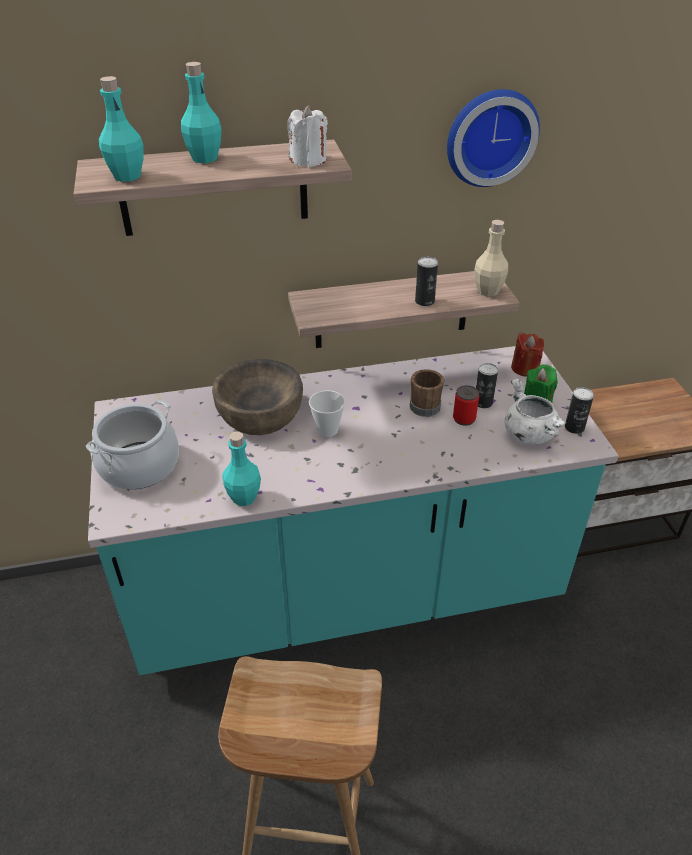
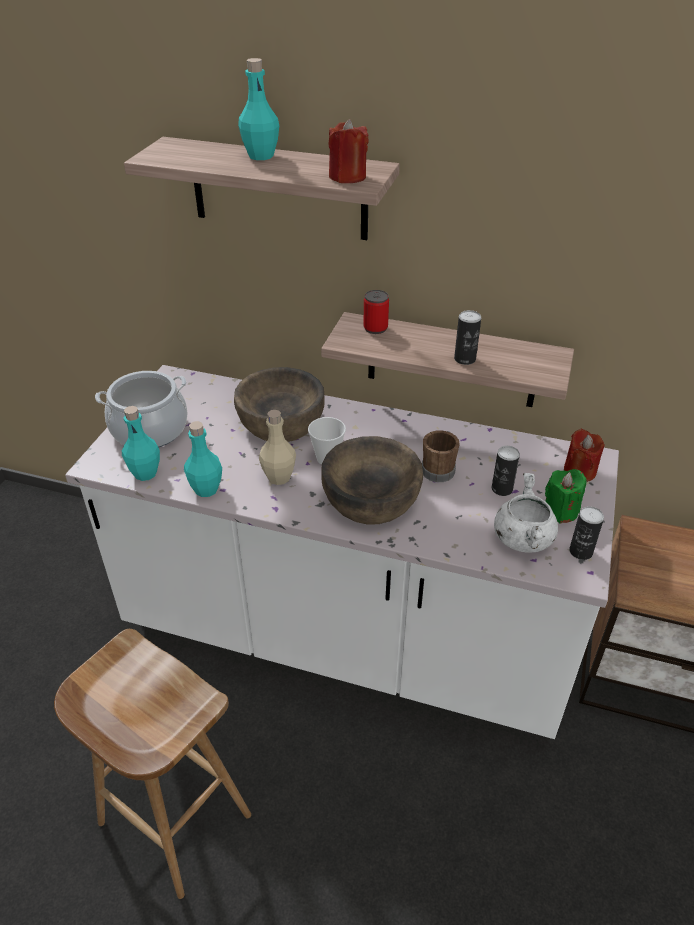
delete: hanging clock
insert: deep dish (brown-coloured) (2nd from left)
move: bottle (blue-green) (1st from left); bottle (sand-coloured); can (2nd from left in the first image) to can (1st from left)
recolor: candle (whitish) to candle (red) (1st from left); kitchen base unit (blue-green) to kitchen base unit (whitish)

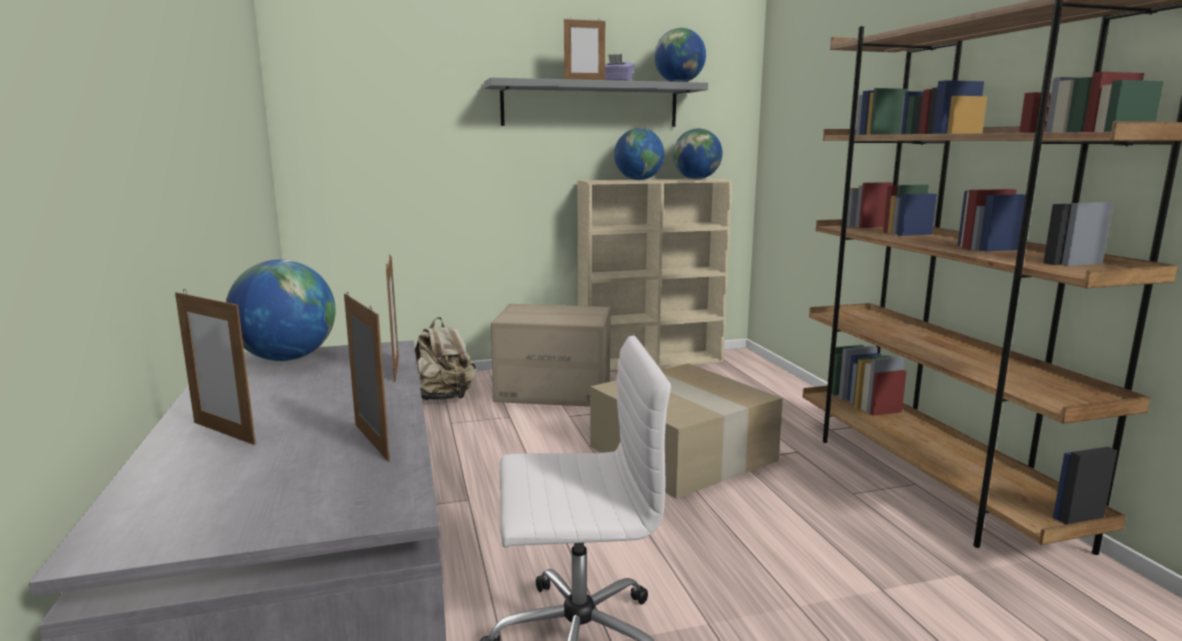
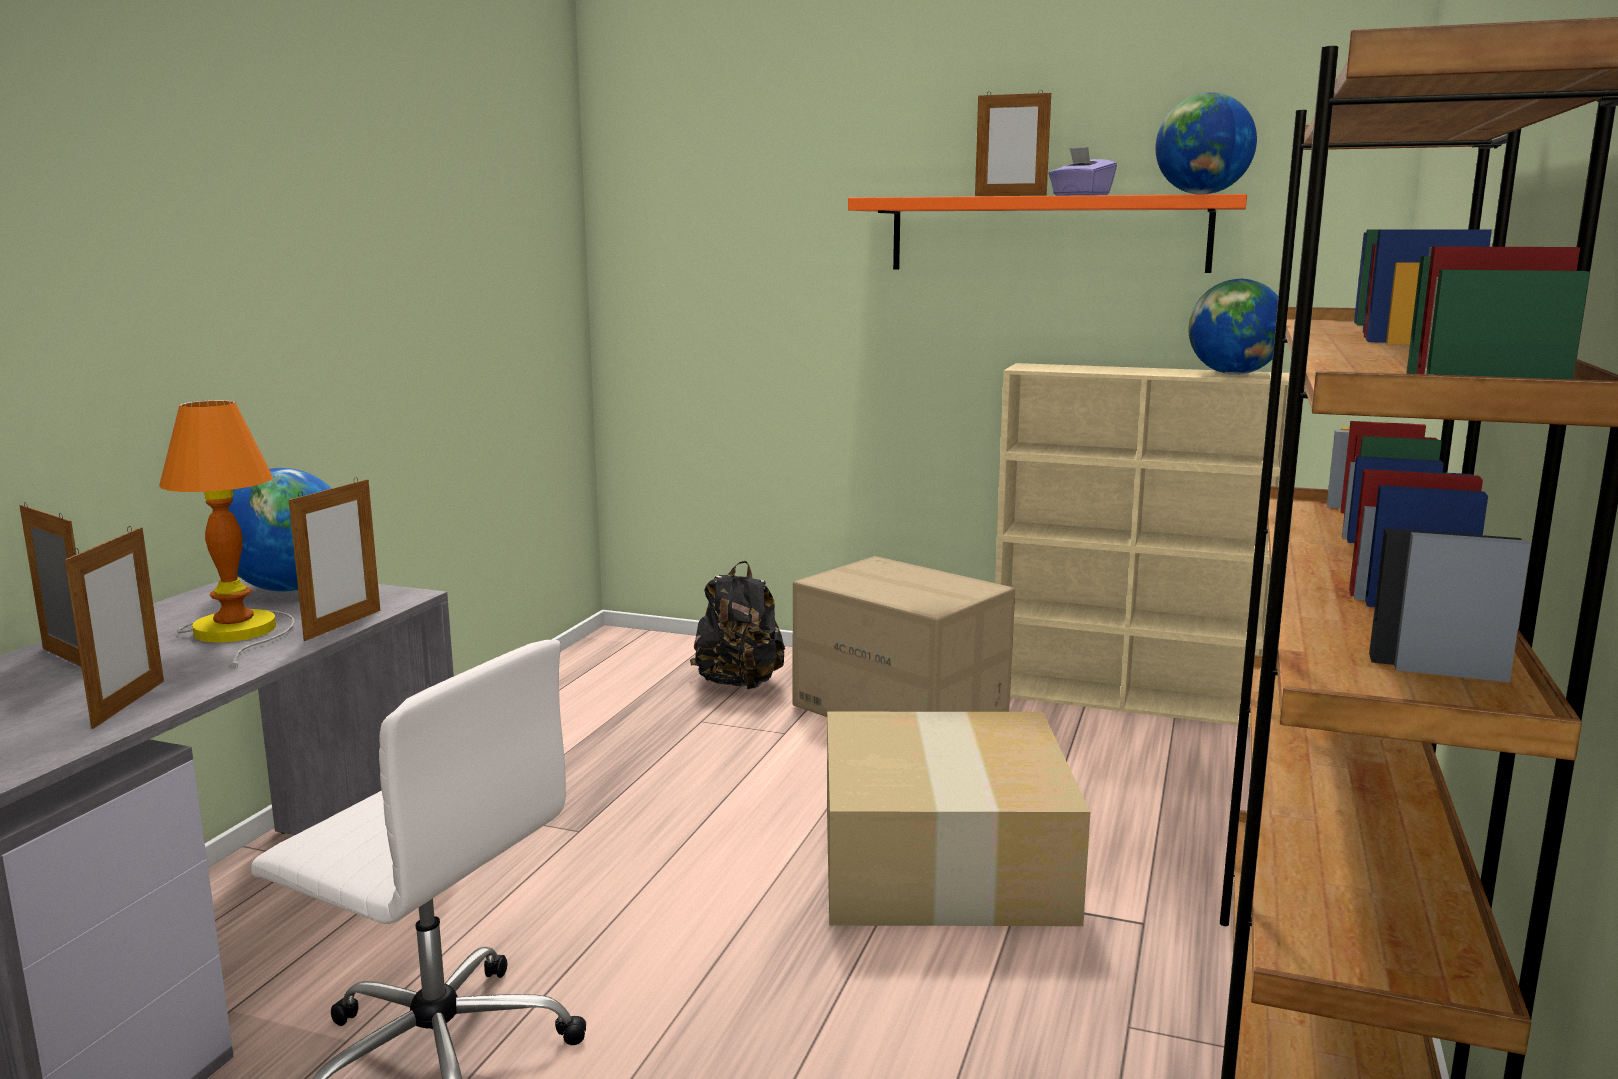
delete: world globe (2nd from left)
insert: lamp for a table
recolor: wall shelf (grey) to wall shelf (orange); rucksack (sand-coloured) to rucksack (black)
rotate: picture frame (1st from left) 150 degrees clockwise

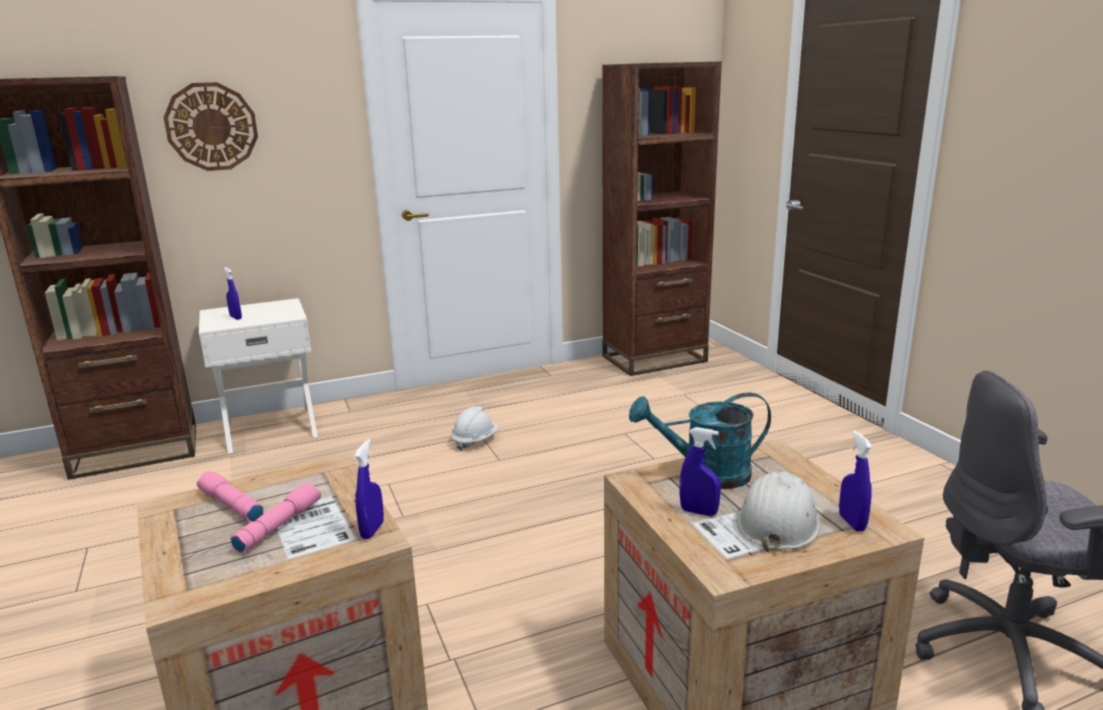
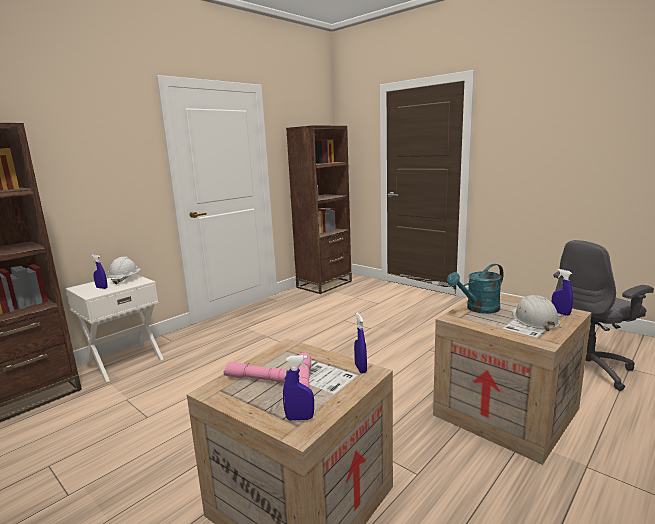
delete: hanging clock
move: safety helmet (whitish) (1st from left); sprayer (blue-coloured) (3rd from left in the first image) to sprayer (blue-coloured) (2nd from left)

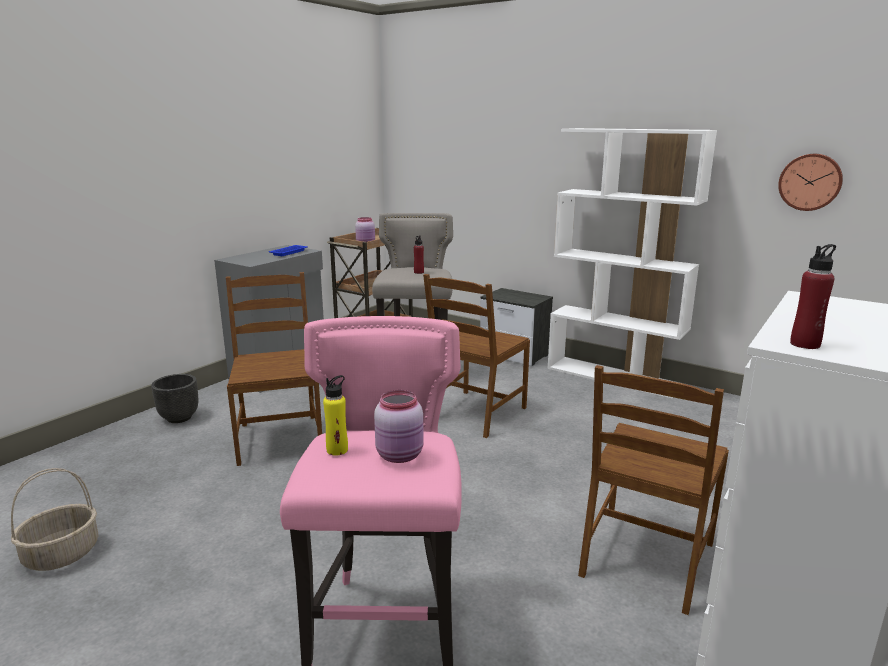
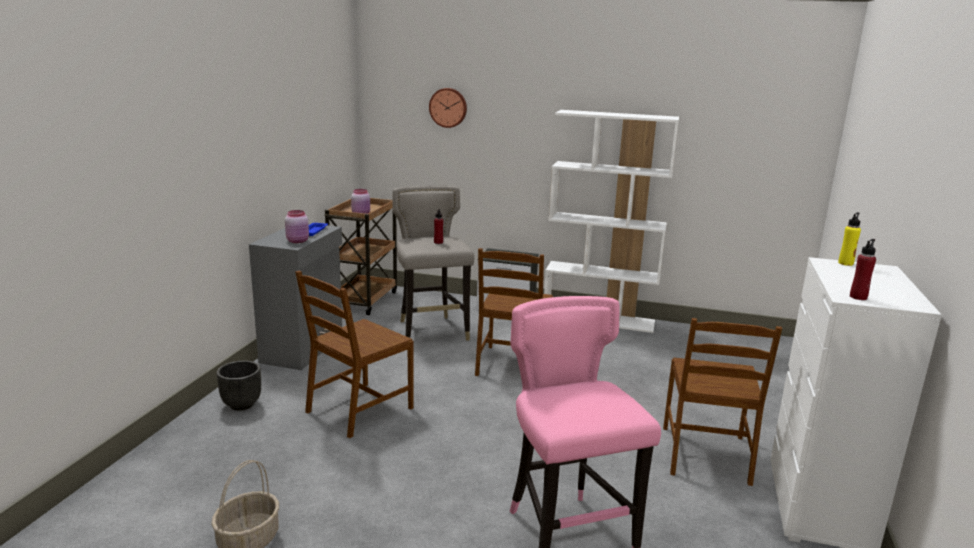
move: hanging clock; bottle (yellowish); storage jar (pinkish) (2nd from left in the first image) to storage jar (pinkish) (1st from left)
rotate: upright chair (brown-coloured) (1st from left) 105 degrees counterclockwise

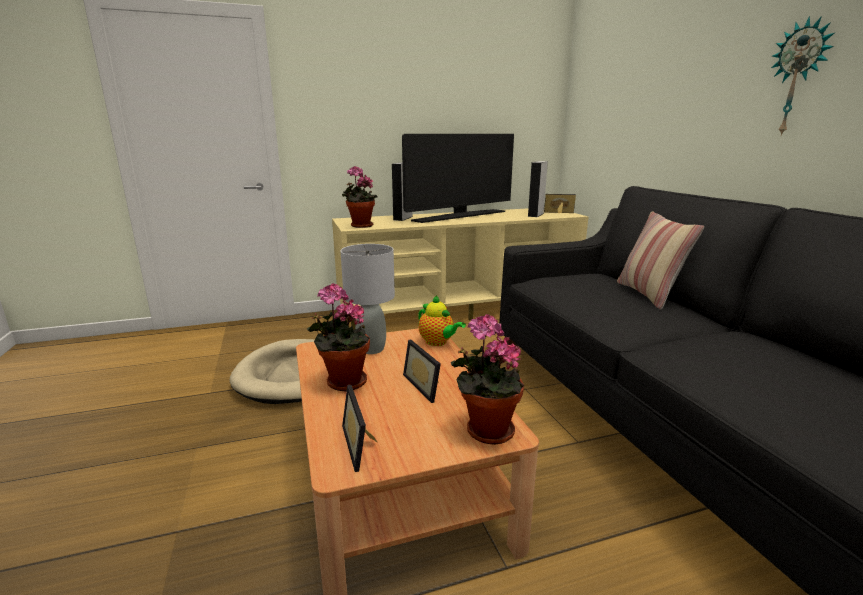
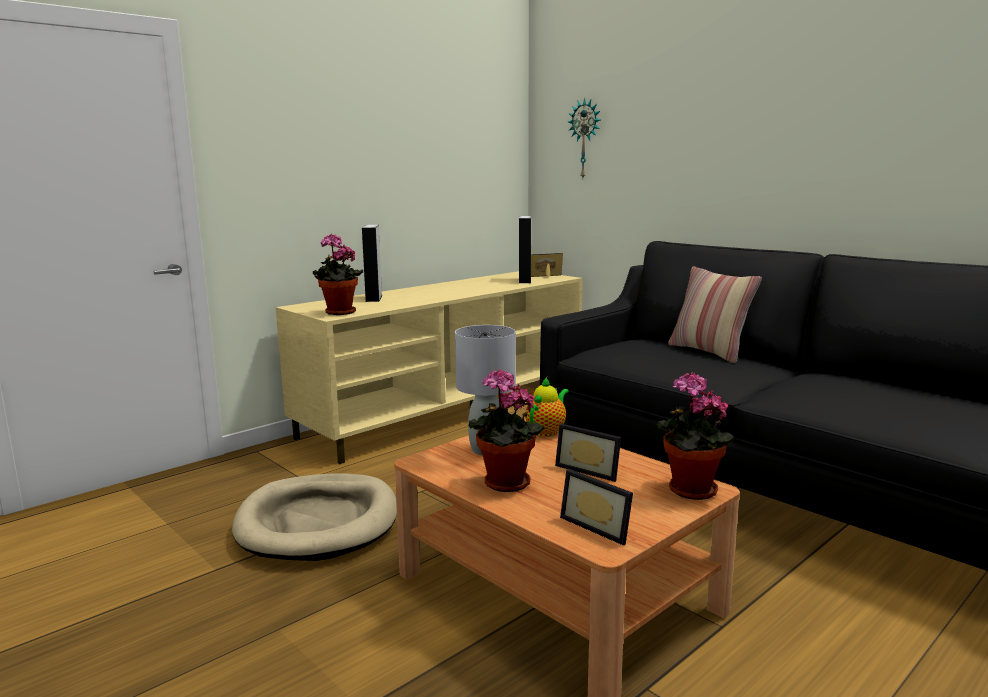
delete: TV
move: hanging clock
rotate: tea pot 75 degrees counterclockwise

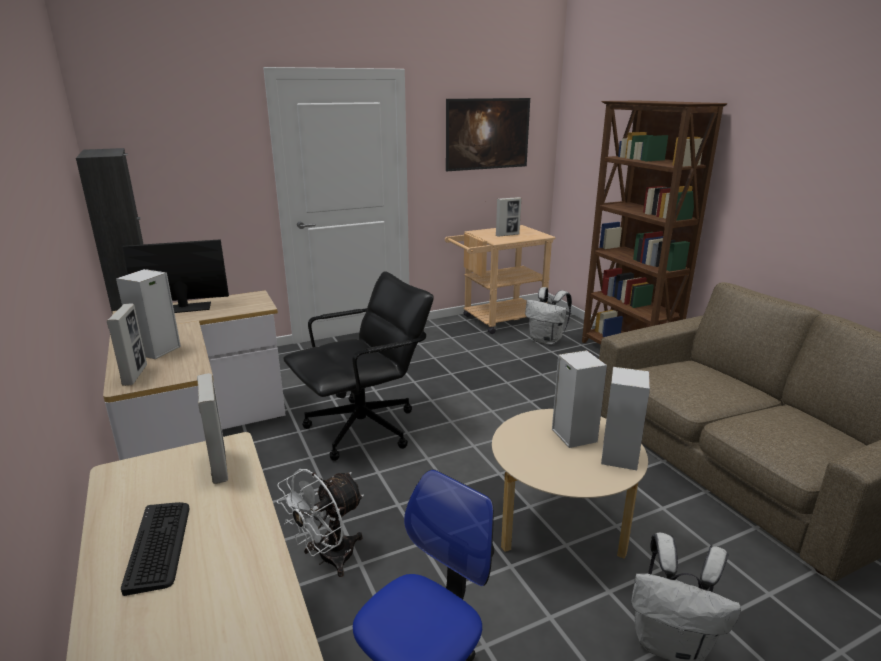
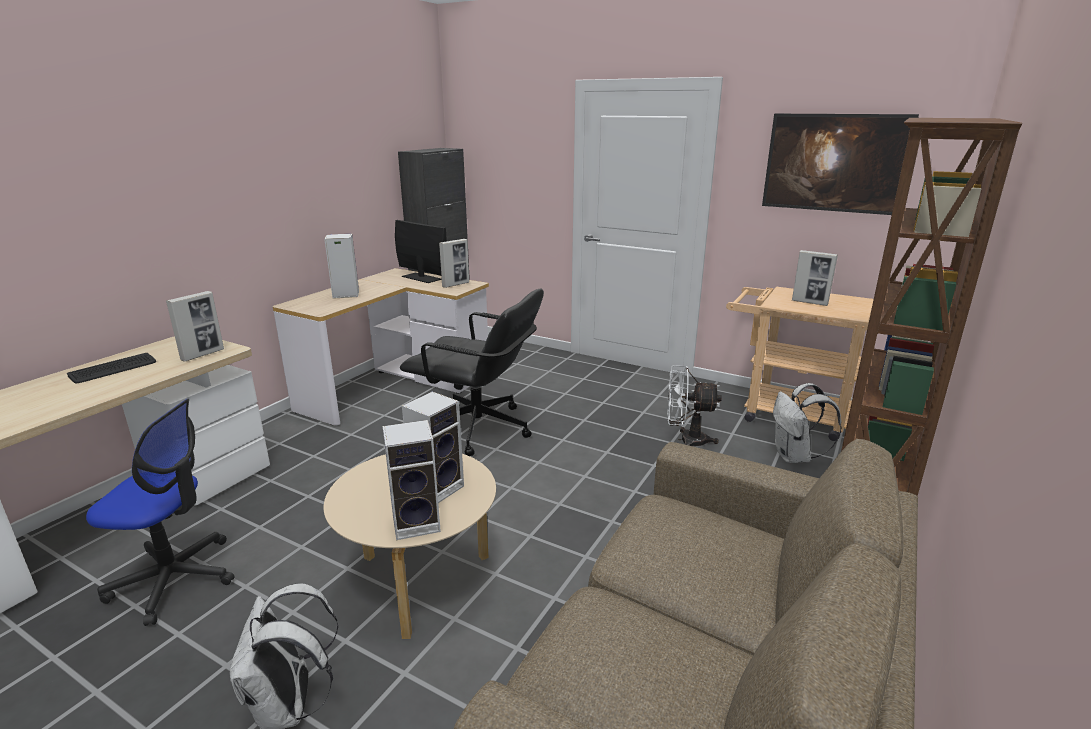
move: picture frame (1st from left in the first image) to picture frame (2nd from left); electric fan (whitish)

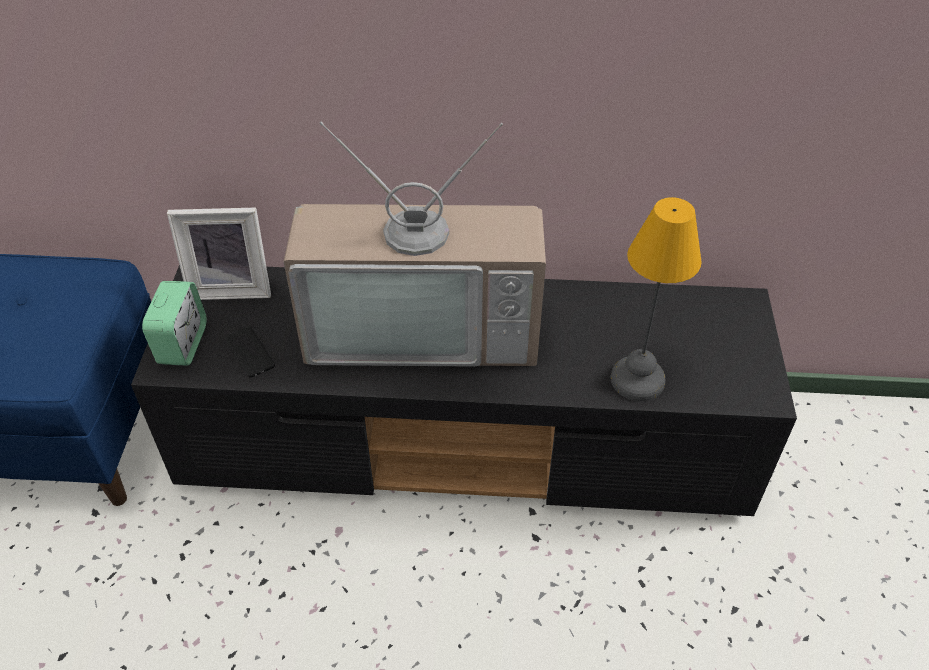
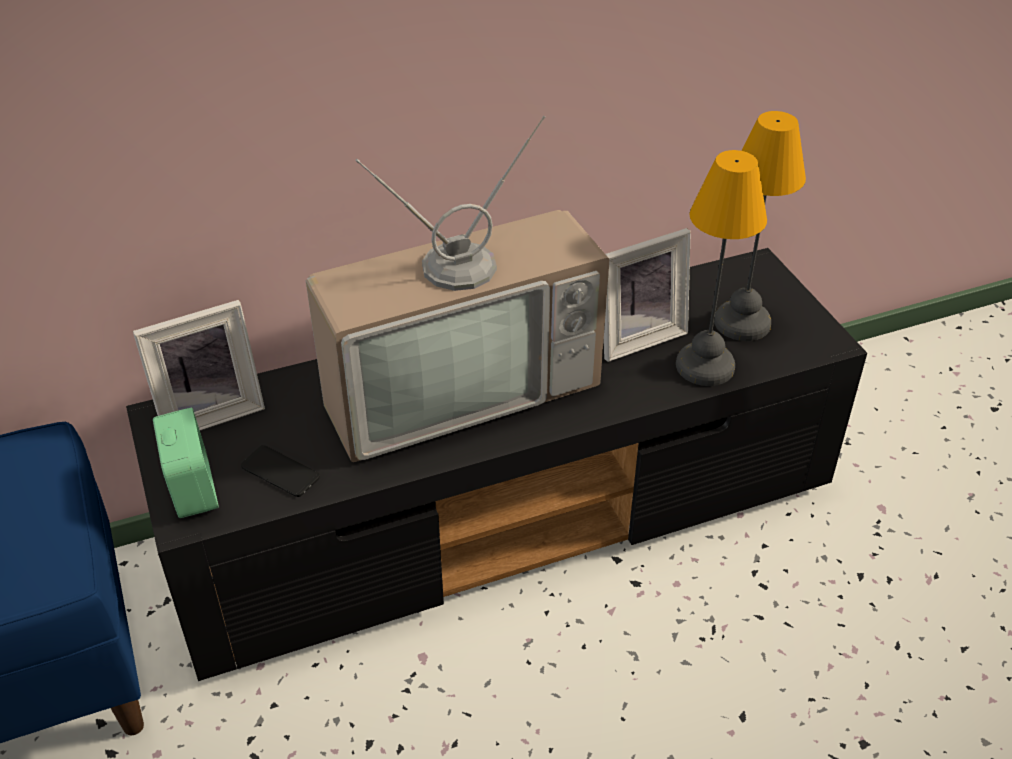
insert: lamp for a table (2nd from left); picture frame (2nd from left)

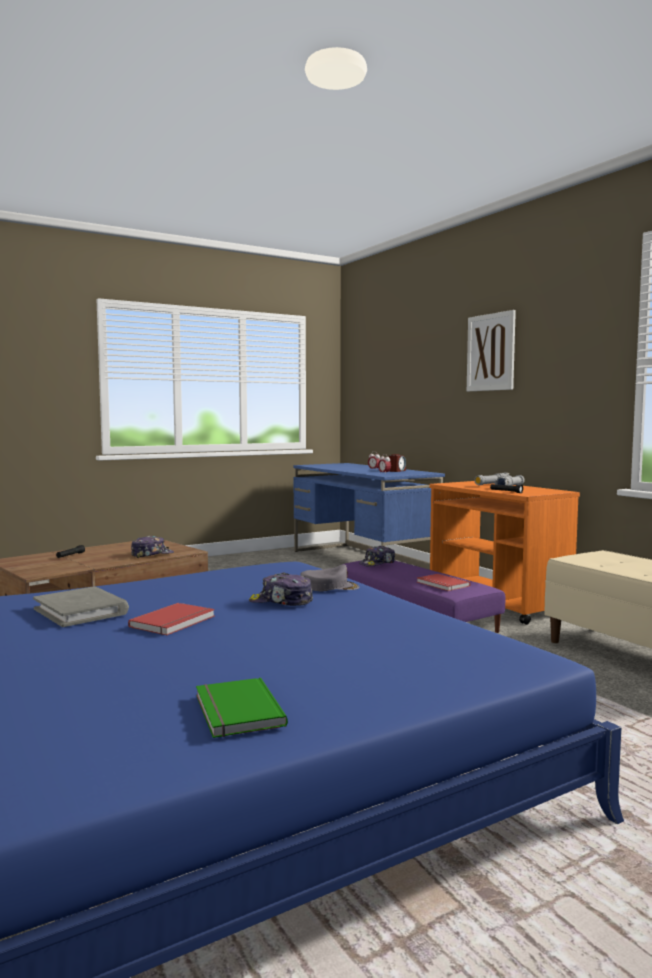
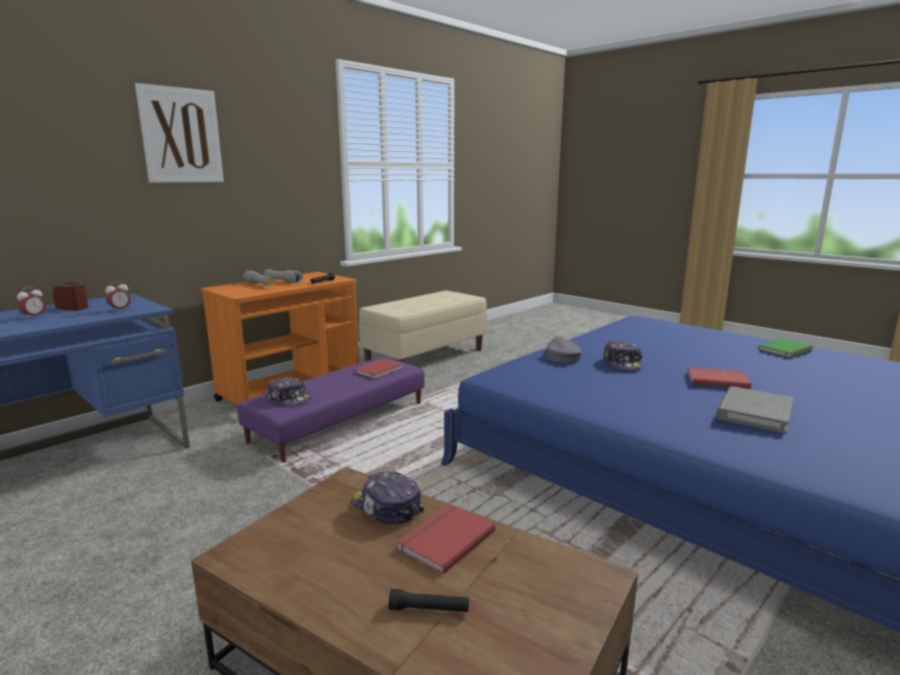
insert: bound book (red) (2nd from left)

